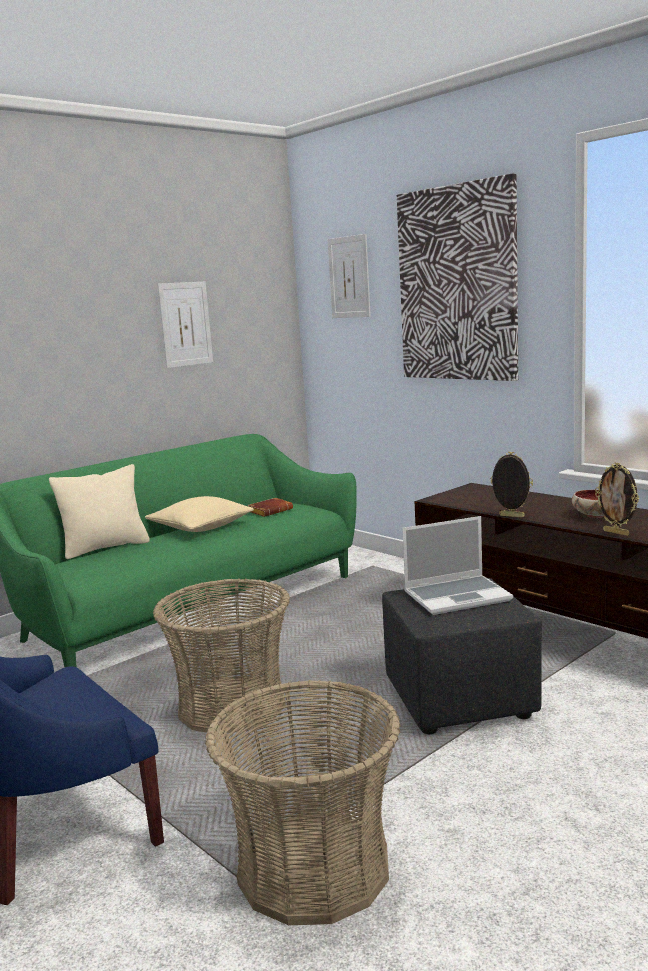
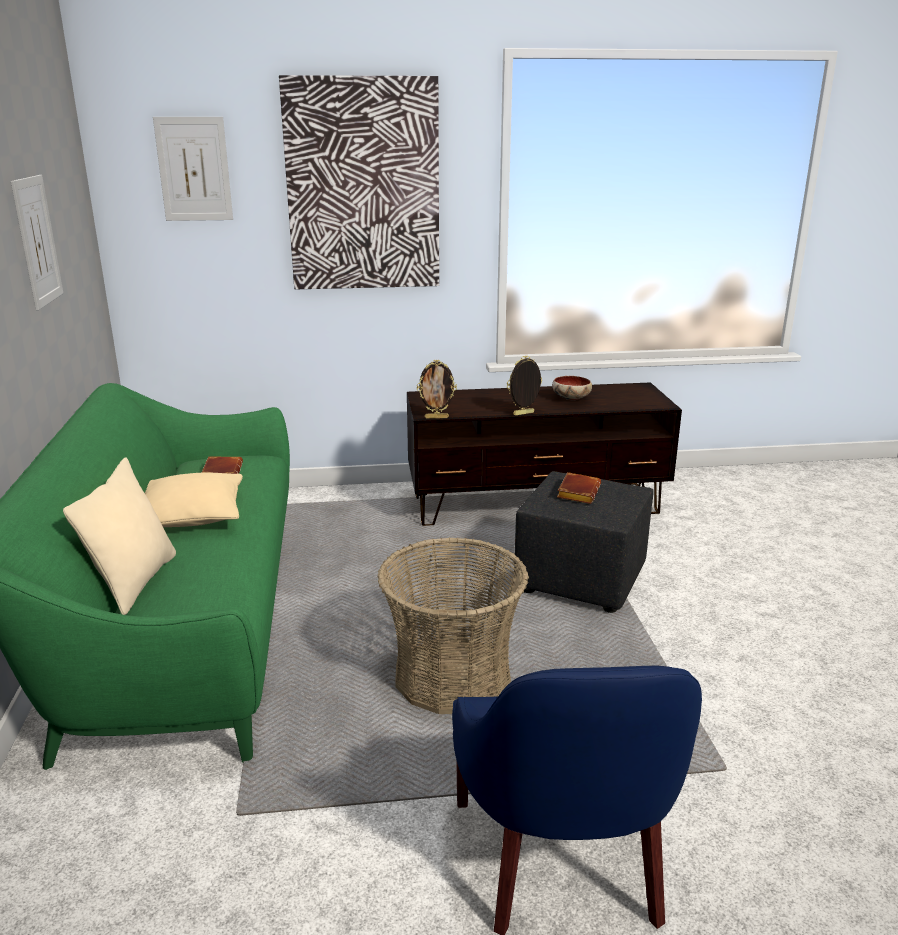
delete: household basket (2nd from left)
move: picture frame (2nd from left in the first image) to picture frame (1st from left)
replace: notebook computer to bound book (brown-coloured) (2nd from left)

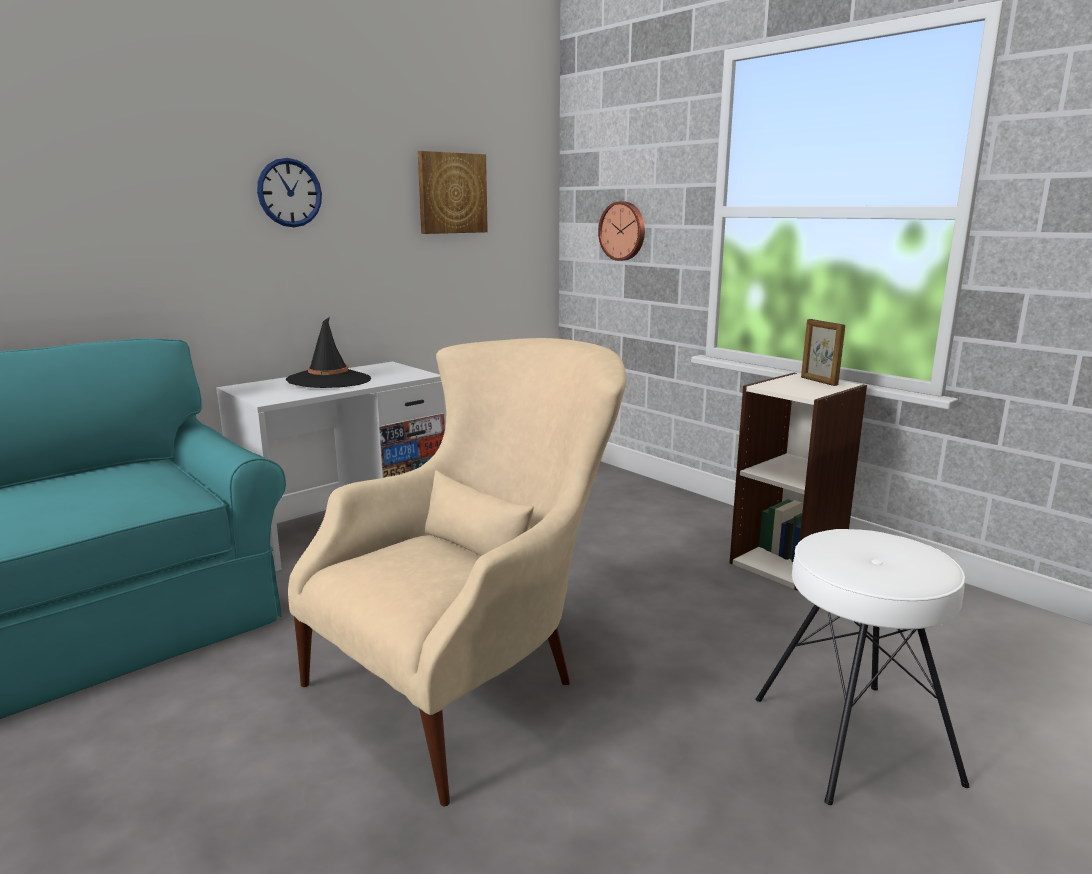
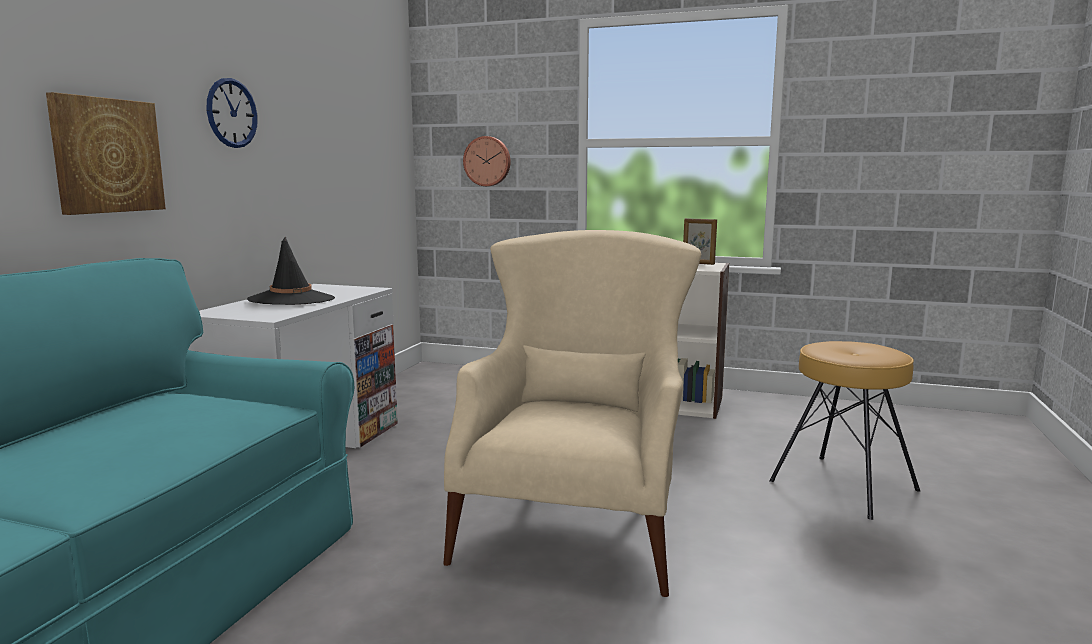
move: picture
recolor: sitting stool (whitish) to sitting stool (brown-coloured)

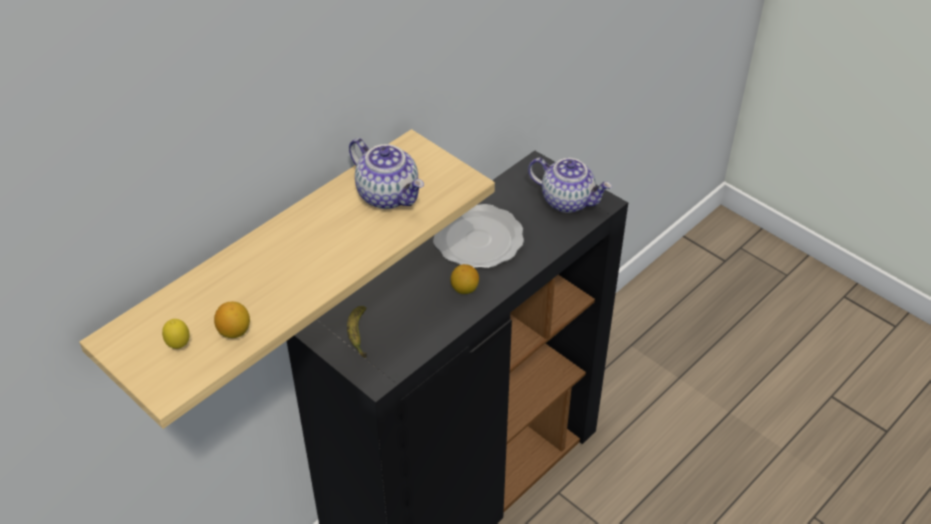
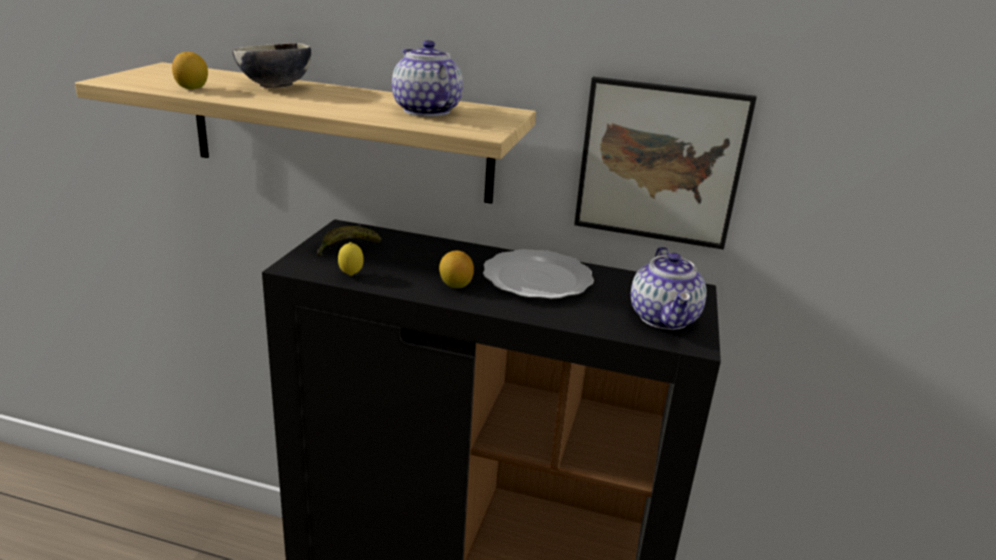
insert: deep dish; picture
move: whole lemon (1st from left in the first image) to whole lemon (2nd from left)
rotate: tea pot (1st from left) 135 degrees clockwise

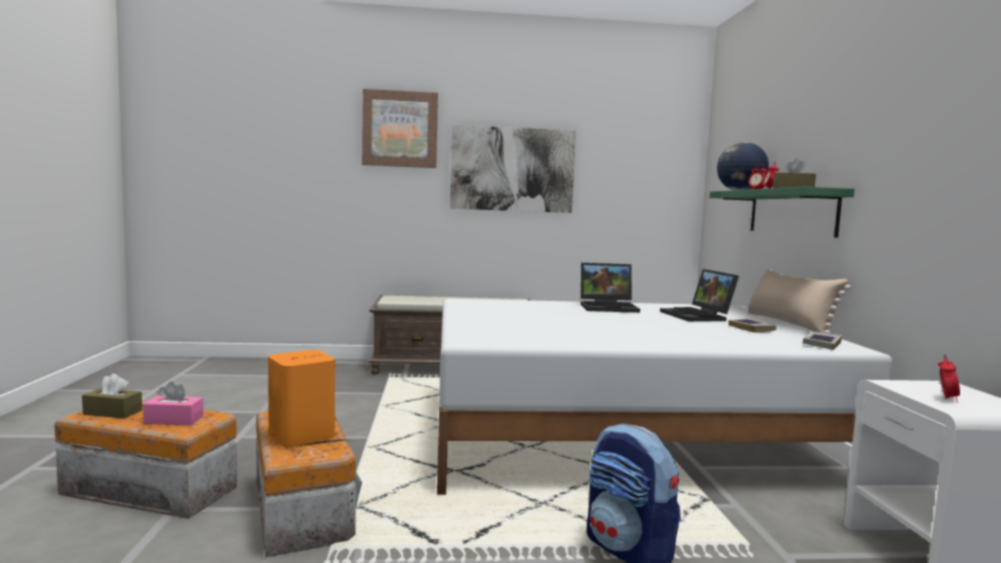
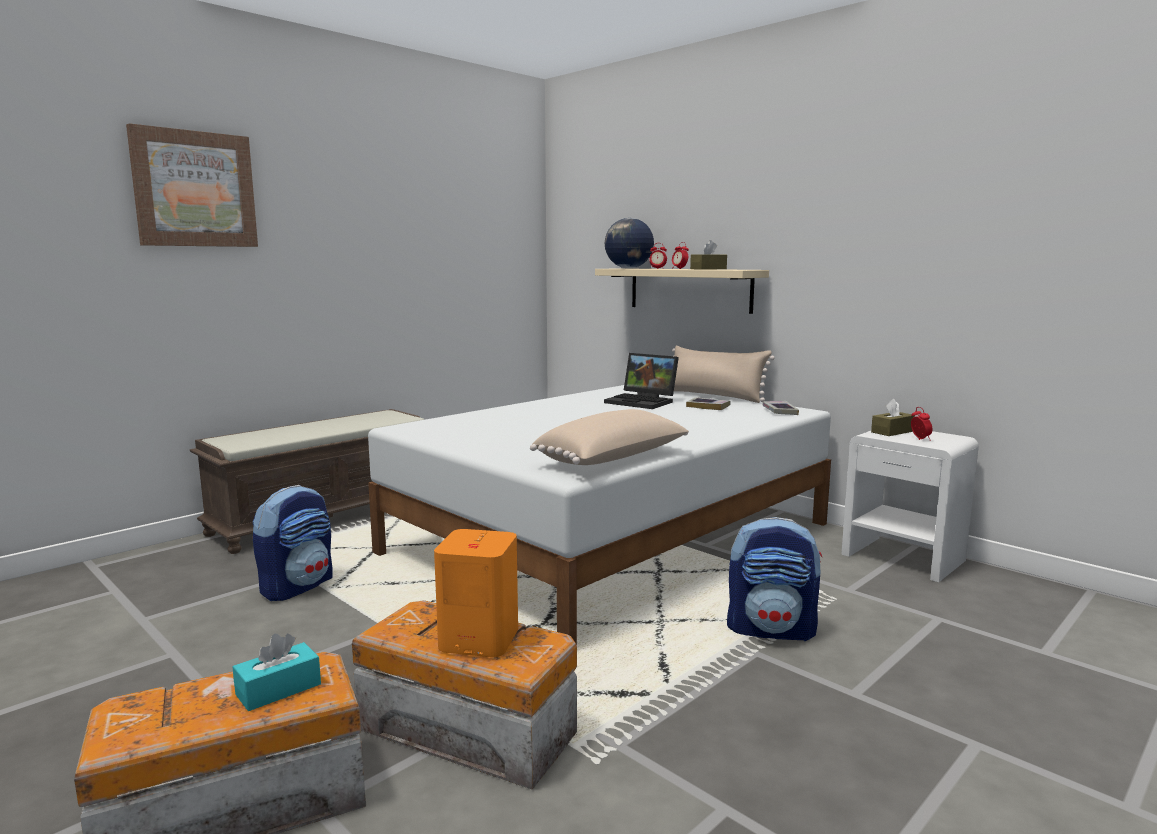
delete: picture (2nd from left); notebook computer (1st from left)
insert: throw pillow (sand-coloured) (1st from left); rucksack (1st from left)
move: tissue box (brown-coloured) (1st from left in the first image) to tissue box (brown-coloured) (2nd from left)
recolor: wall shelf (green-coloured) to wall shelf (sand-coloured); tissue box (pinkish) to tissue box (blue-green)

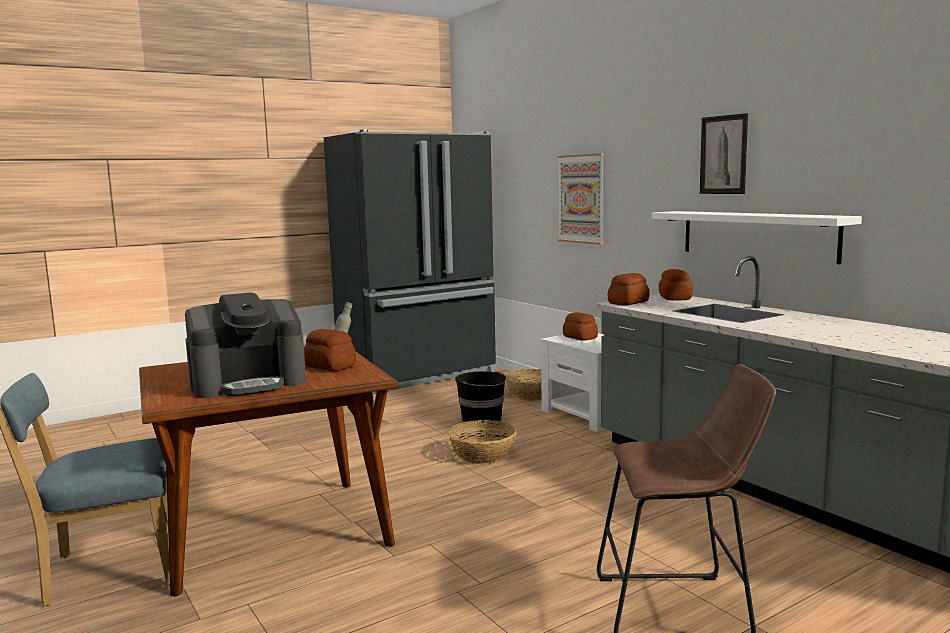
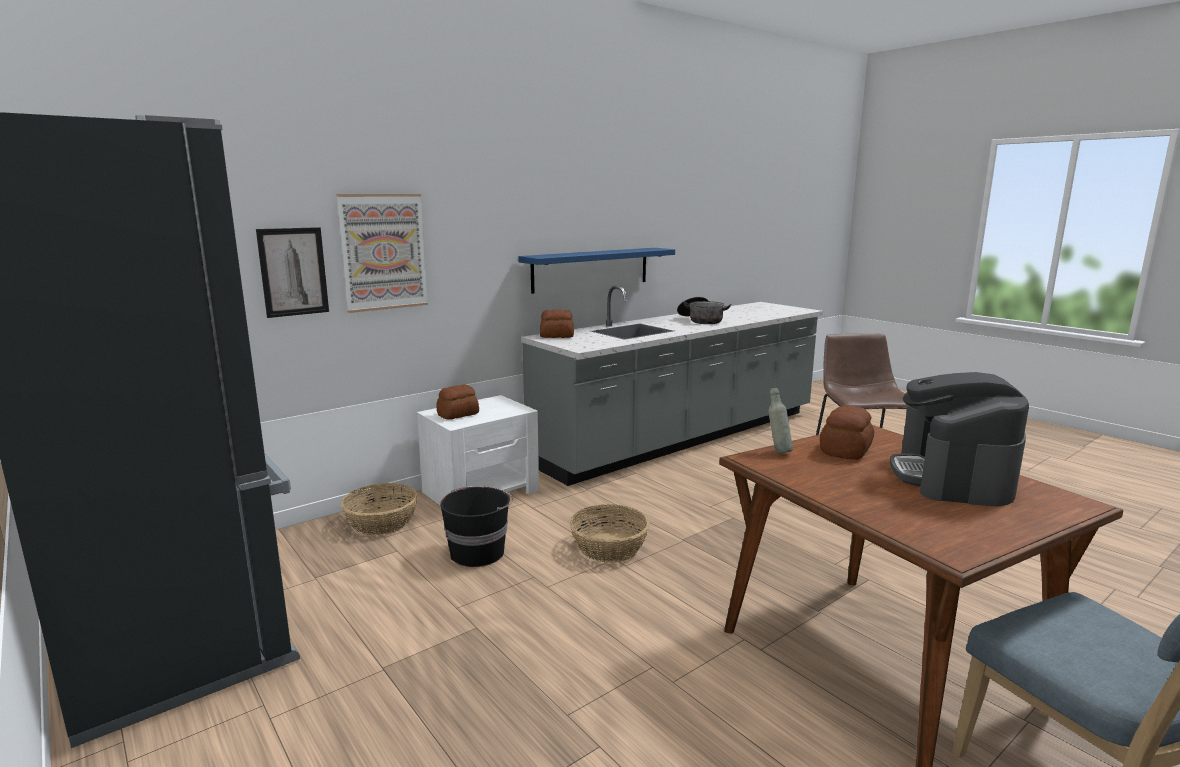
delete: bakery bread (3rd from left)
insert: saucepot
move: picture (2nd from left in the first image) to picture (1st from left)
recolor: wall shelf (whitish) to wall shelf (blue-coloured)
rotate: coffee machine 135 degrees counterclockwise

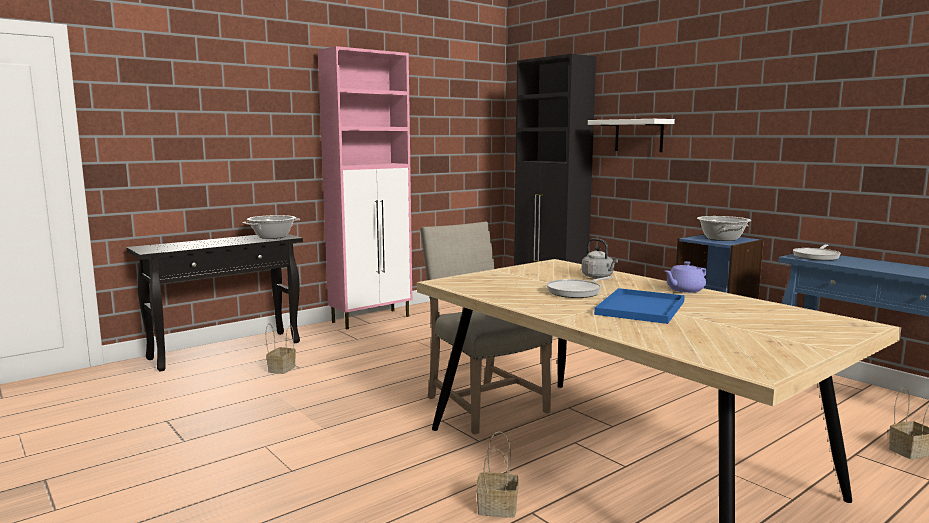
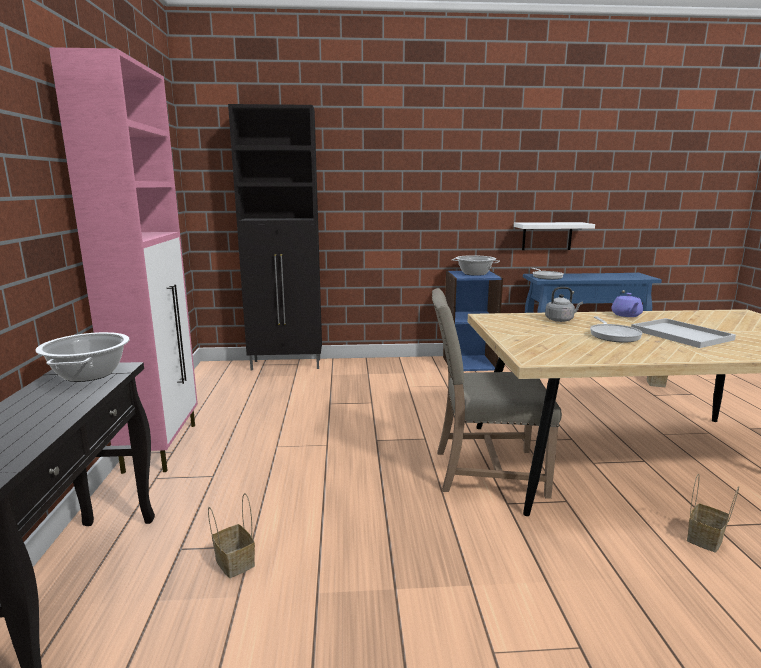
move: wall shelf (whitish)
recolor: serving tray (blue-coloured) to serving tray (whitish)

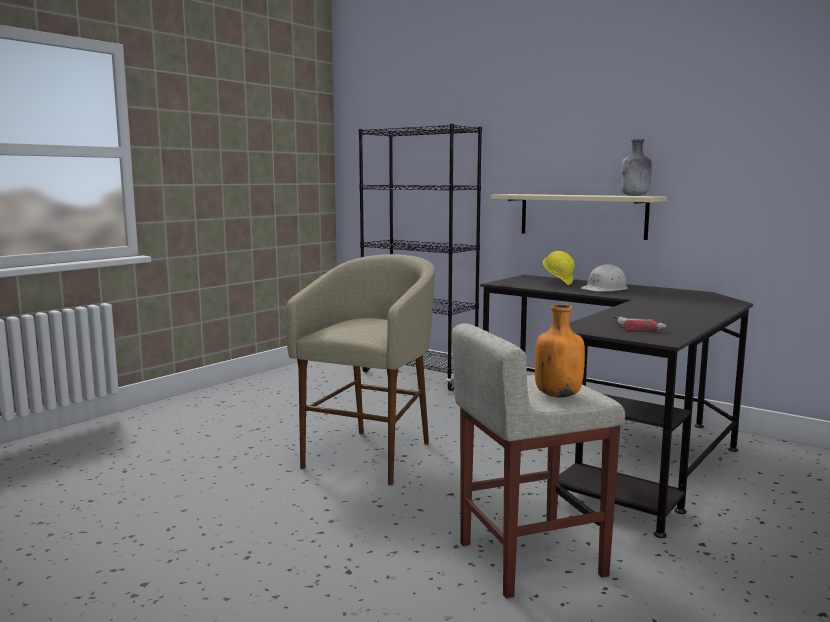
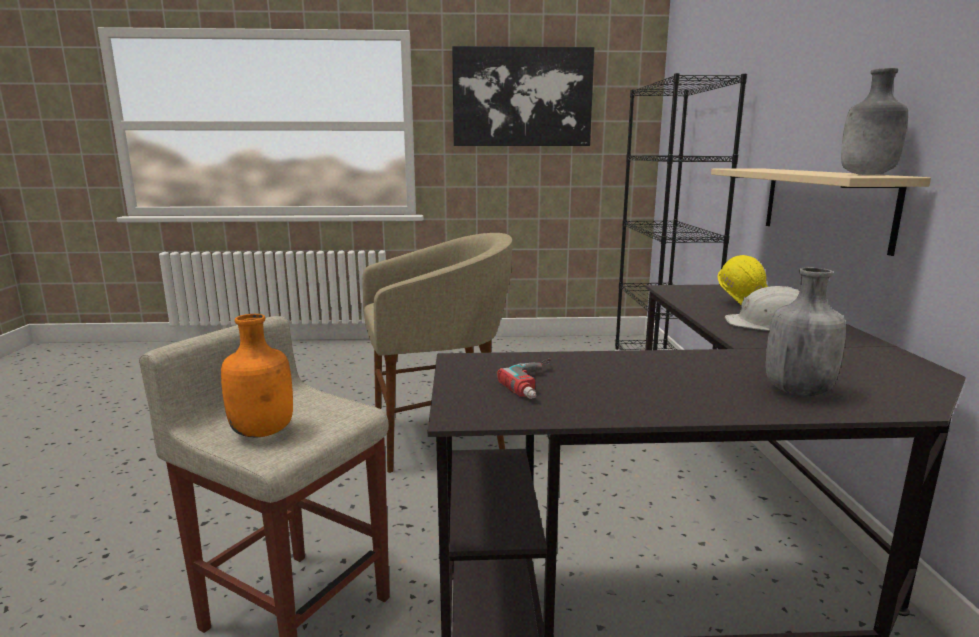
insert: picture; bottle (grey) (1st from left)

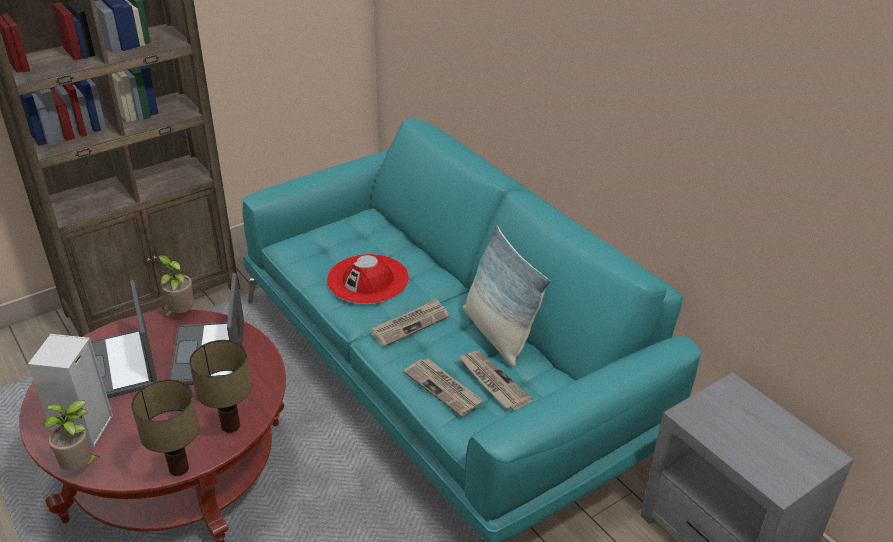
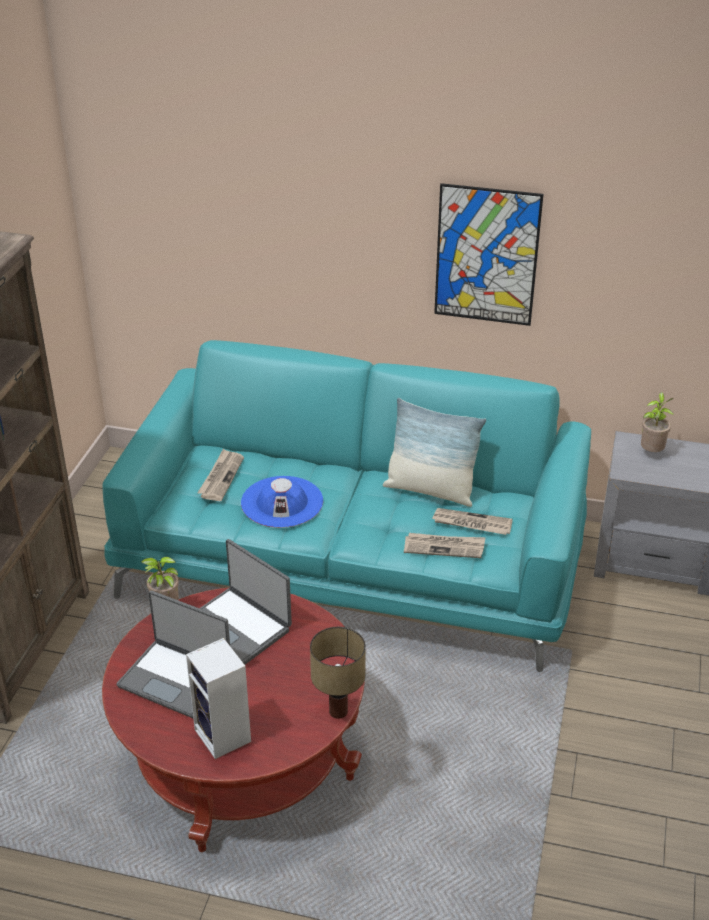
delete: lamp for a table (2nd from left)
insert: picture
move: printed paper (1st from left); houseplant (1st from left in the first image) to houseplant (2nd from left)
recolor: clothing hat (red) to clothing hat (blue-coloured)

